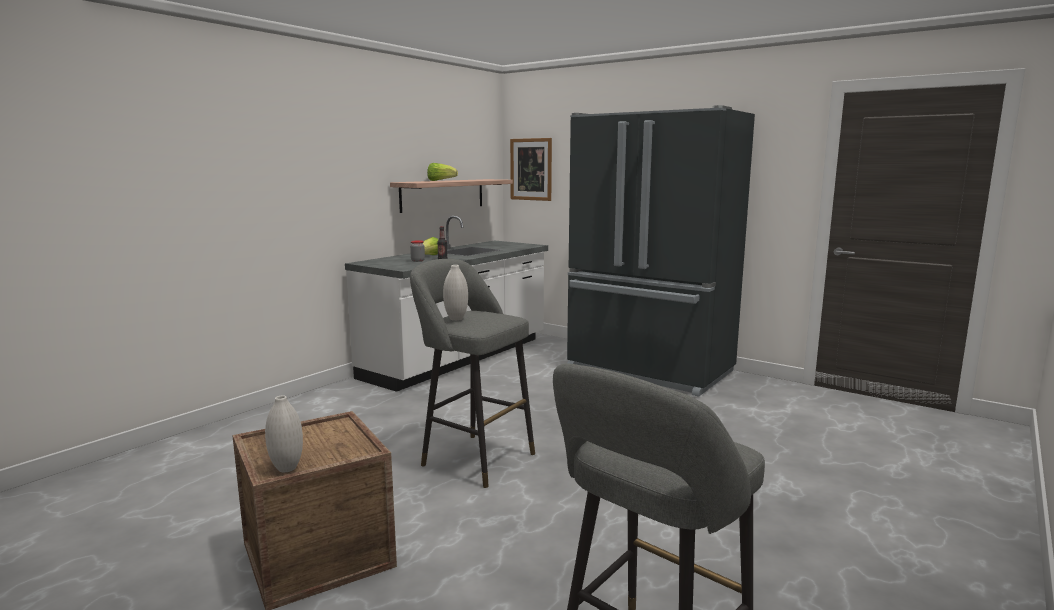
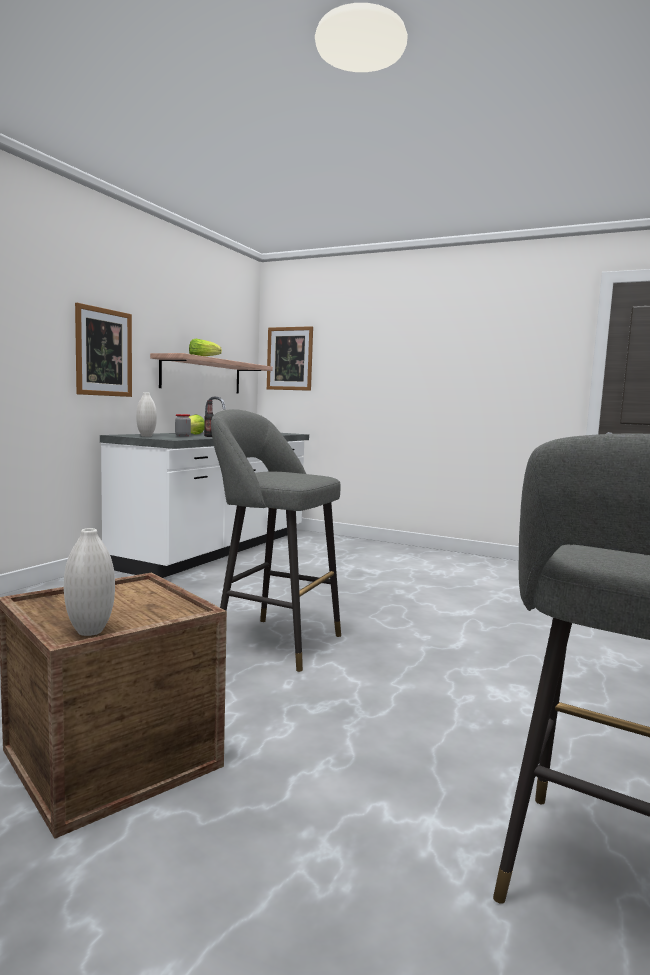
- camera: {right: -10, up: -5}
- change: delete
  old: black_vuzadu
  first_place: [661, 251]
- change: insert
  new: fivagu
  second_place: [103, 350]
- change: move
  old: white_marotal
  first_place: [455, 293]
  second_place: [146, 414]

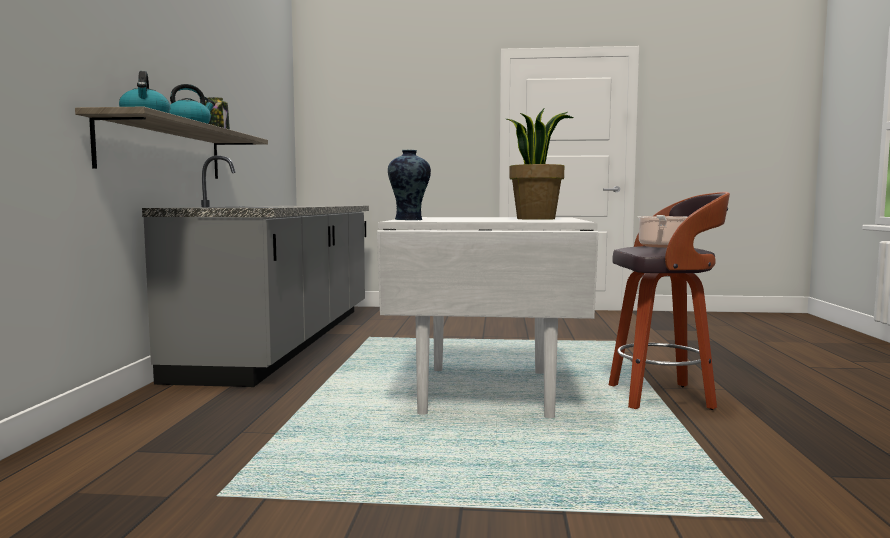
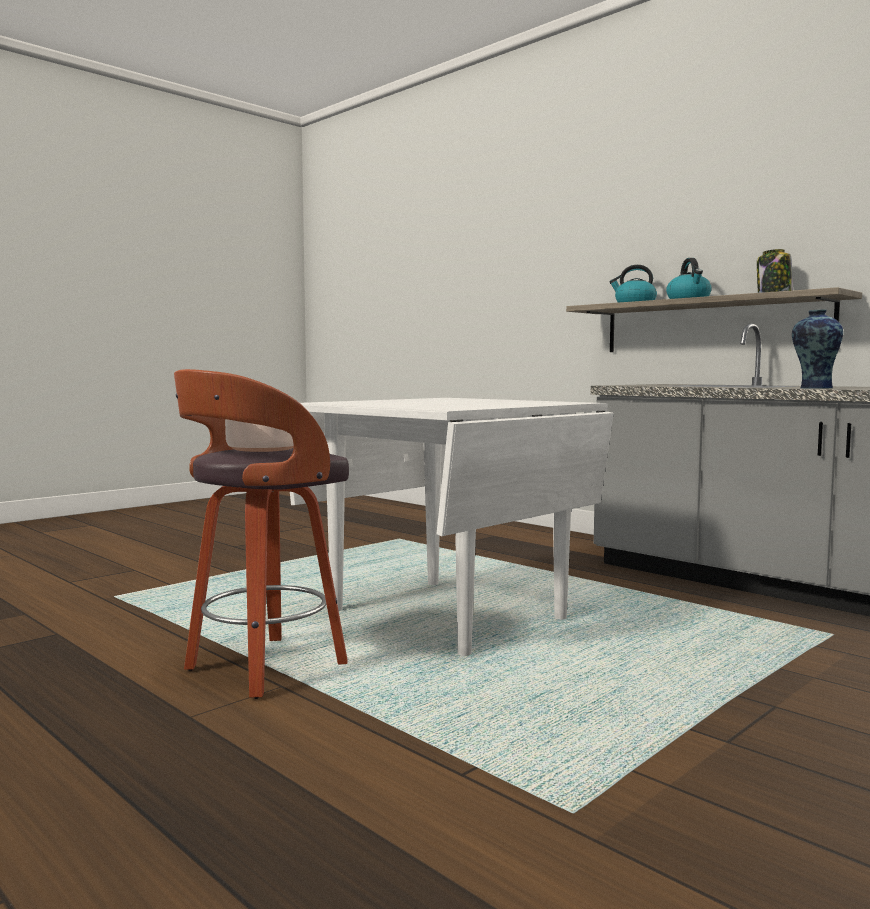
- camera: {right: 130, up: 0}
- change: delete
  old: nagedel
  first_place: [540, 164]
- change: move
  old: marotal
  first_place: [409, 185]
  second_place: [817, 349]

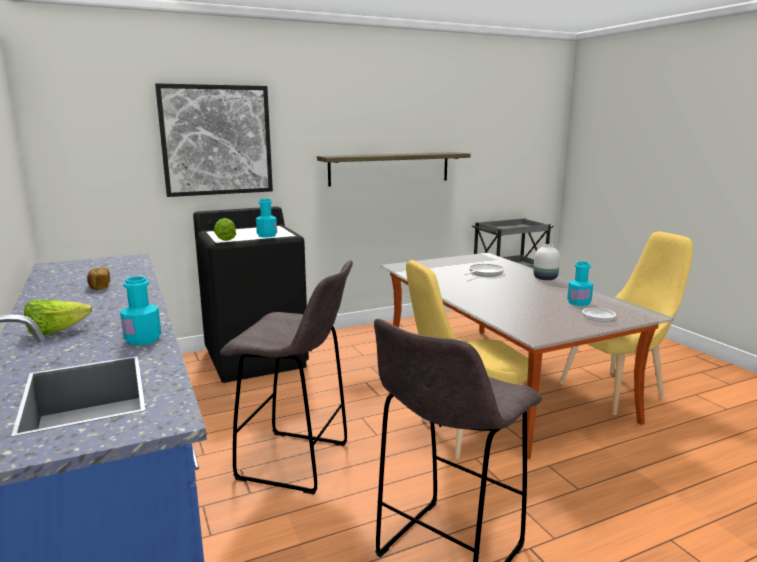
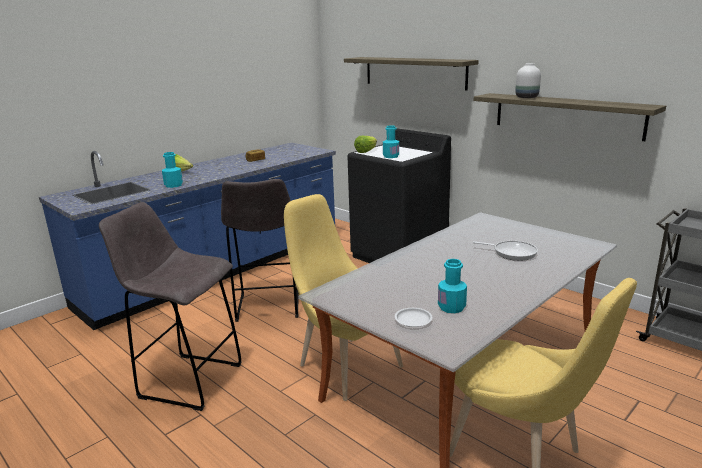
- camera: {right: 70, up: 5}
- change: move
  old: white_marotal
  first_place: [546, 262]
  second_place: [528, 80]
- change: replace
  old: fivagu
  new: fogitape
  first_place: [214, 140]
  second_place: [411, 74]

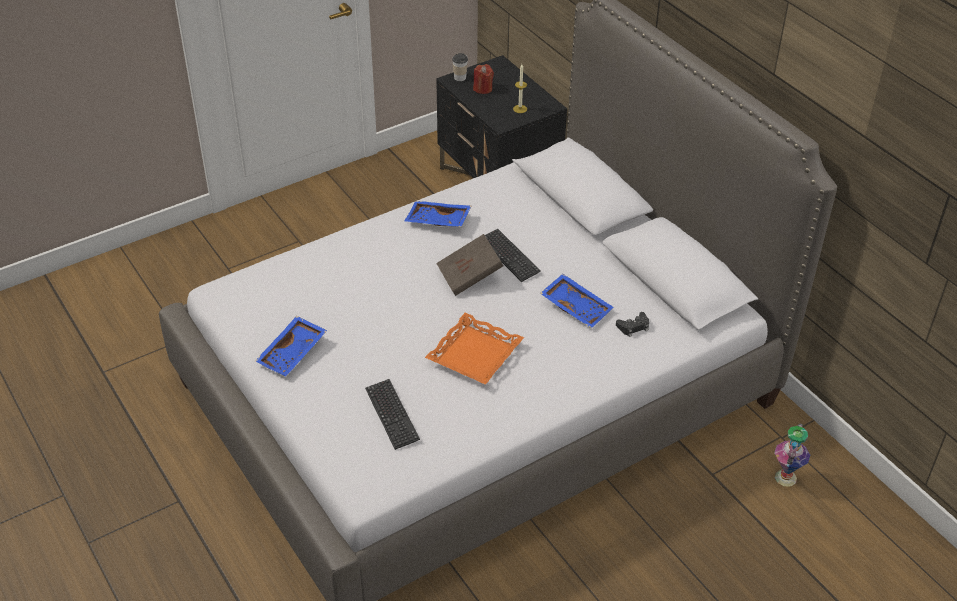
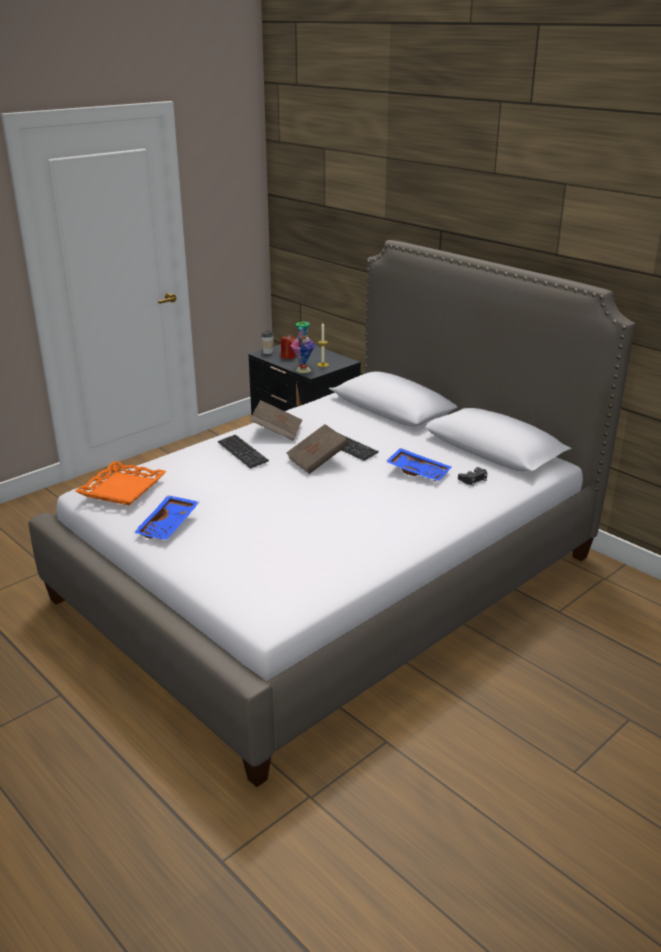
- camera: {right: -10, up: -15}
- change: move
  old: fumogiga
  first_place: [392, 414]
  second_place: [243, 452]
- change: move
  old: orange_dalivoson
  first_place: [474, 349]
  second_place: [120, 483]
- change: move
  old: marotal
  first_place: [792, 455]
  second_place: [303, 347]
- change: replace
  old: blue_dalivoson
  new: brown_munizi
  first_place: [437, 214]
  second_place: [276, 420]

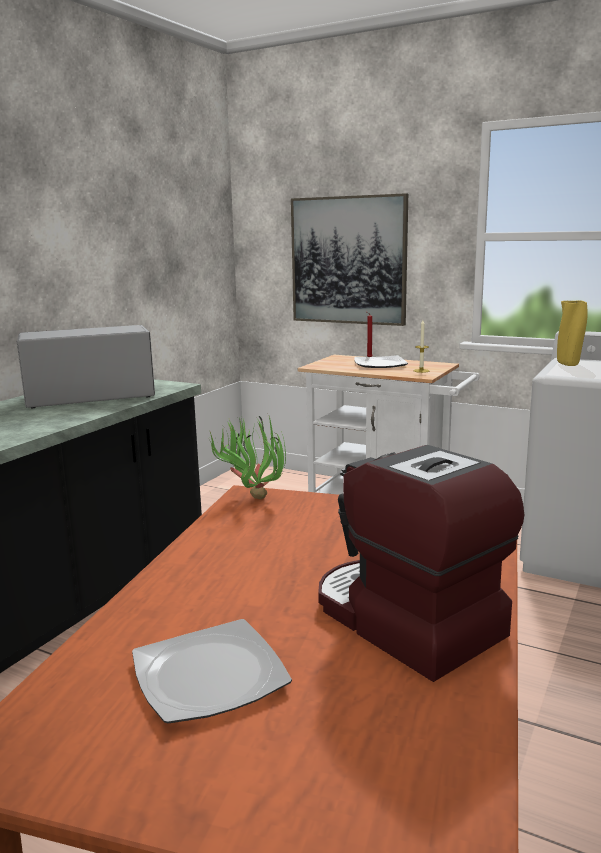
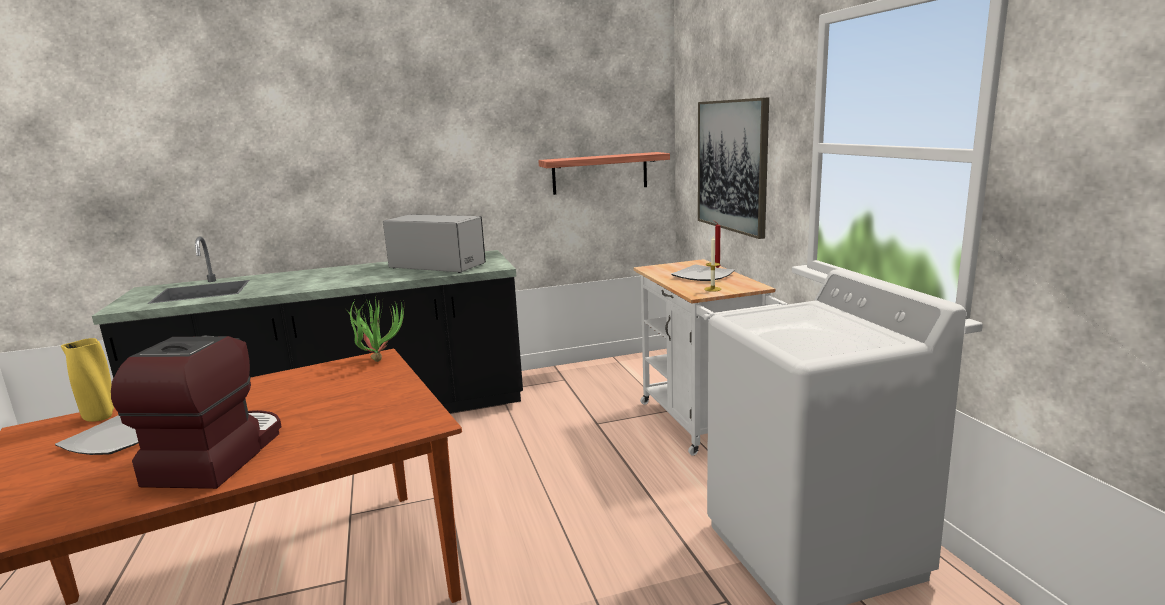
- camera: {right: 45, up: 0}
- change: insert
  new: fogitape
  second_place: [604, 173]
- change: move
  old: yellow_marotal
  first_place: [572, 333]
  second_place: [87, 380]

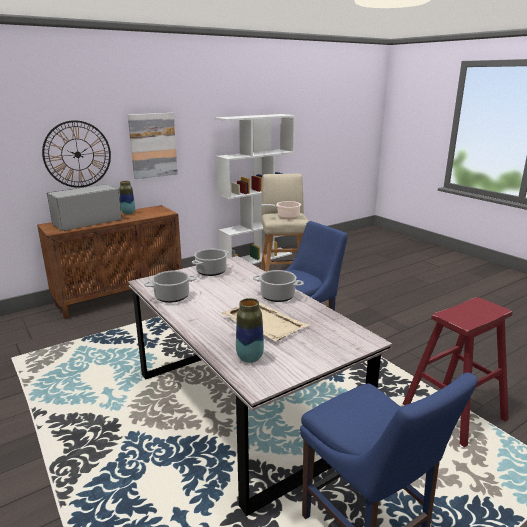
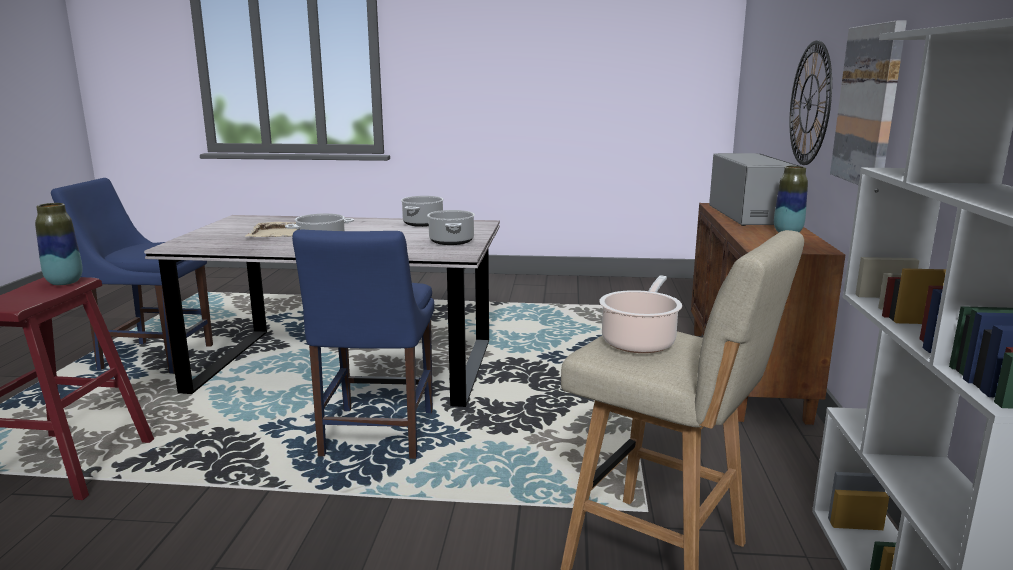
- camera: {right: 130, up: -5}
- change: move
  old: marotal
  first_place: [250, 330]
  second_place: [59, 244]

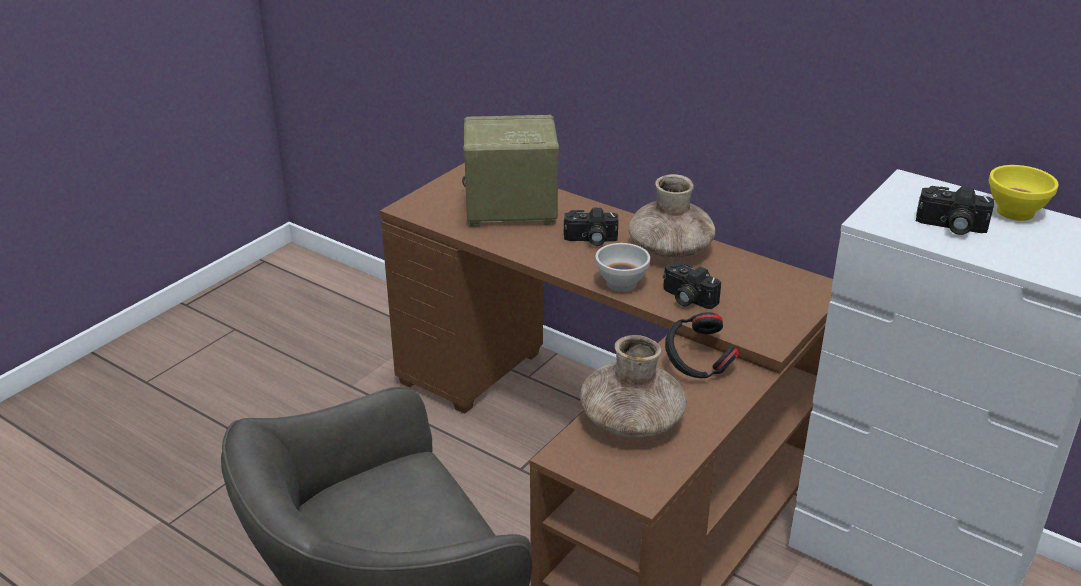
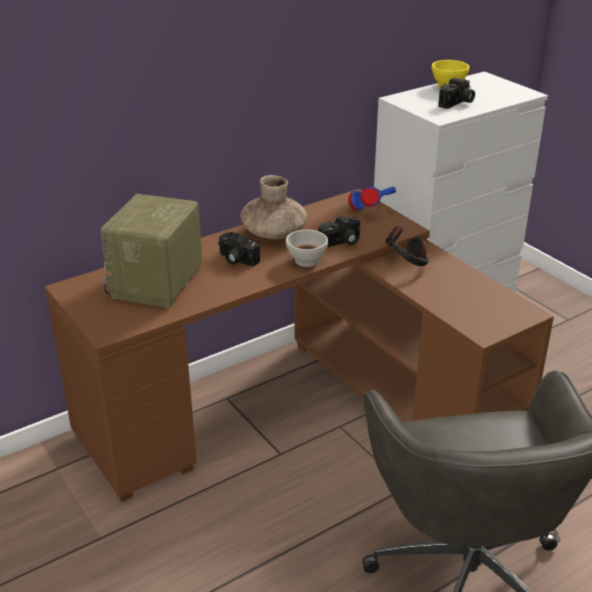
- camera: {right: -70, up: 0}
- change: delete
  old: brown_marotal
  first_place: [633, 386]
- change: insert
  new: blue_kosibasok
  second_place: [372, 198]
- change: rotate
  old: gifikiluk
  first_place: [591, 227]
  second_place: [239, 249]
  degrees: 105

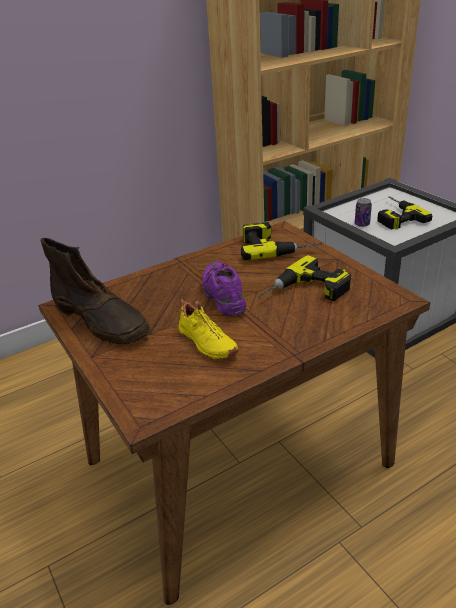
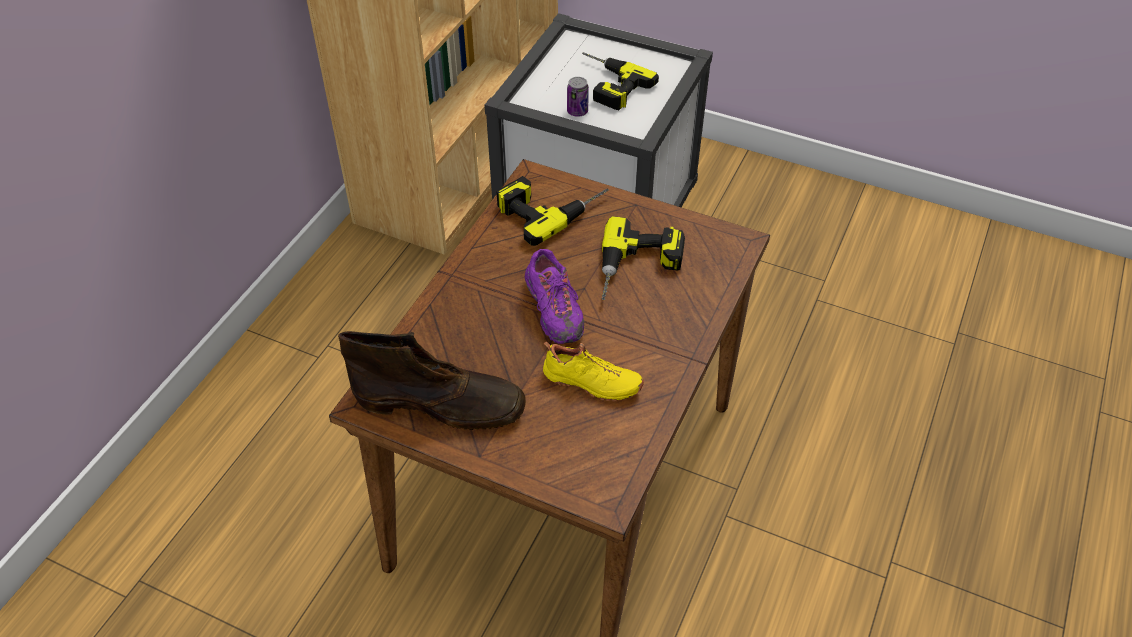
- camera: {right: -35, up: 15}
- change: rotate
  old: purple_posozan
  first_place: [224, 288]
  second_place: [554, 296]
  degrees: -150

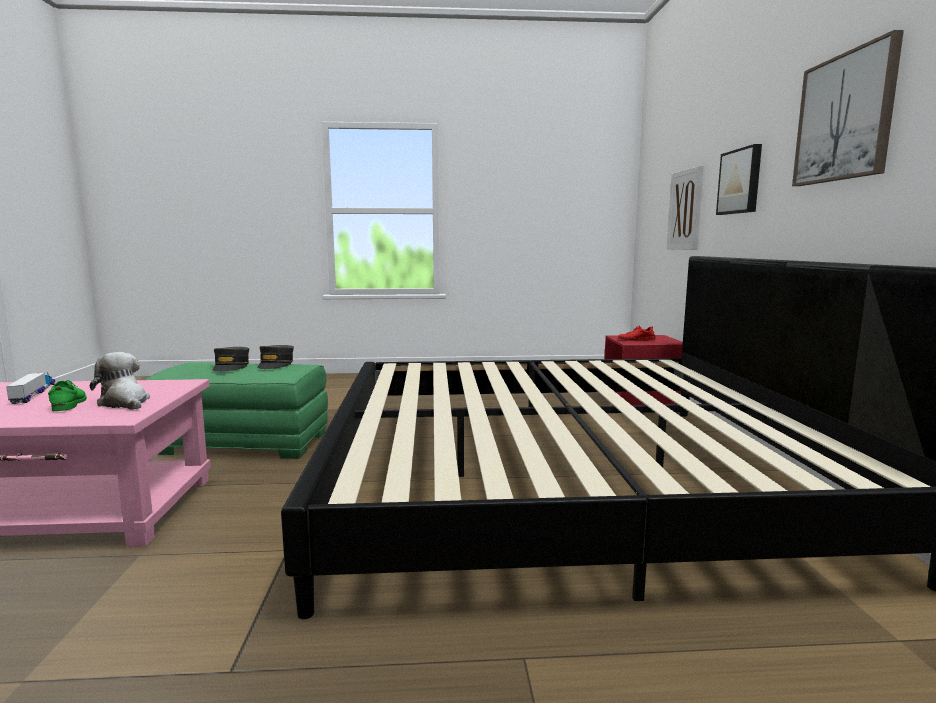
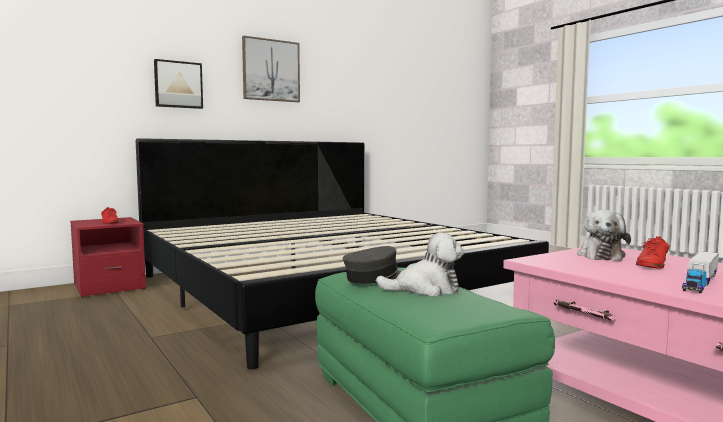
- camera: {right: -120, up: -5}
- change: delete
  old: fivagu
  first_place: [685, 207]
- change: replace
  old: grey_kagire
  new: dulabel
  first_place: [230, 359]
  second_place: [420, 264]
- change: recolor
  old: green_posozan
  new: red_posozan
  first_place: [67, 395]
  second_place: [653, 252]

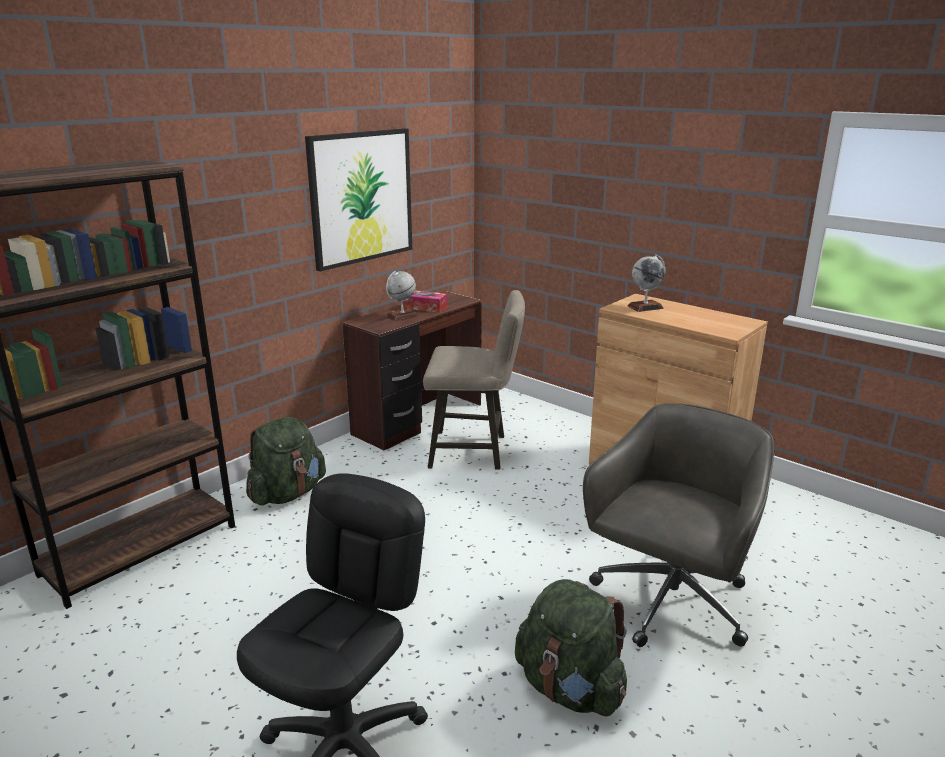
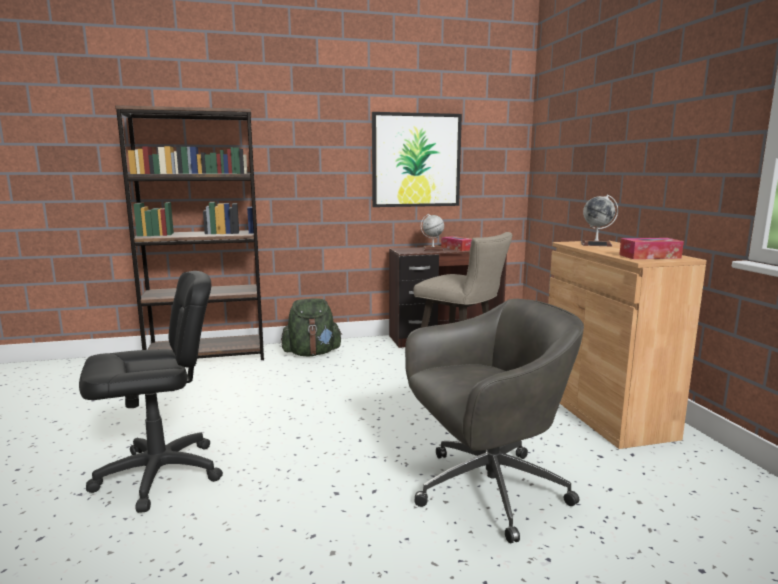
- camera: {right: 35, up: -10}
- change: delete
  old: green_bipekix
  first_place: [571, 648]
- change: insert
  new: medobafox
  second_place: [651, 248]

